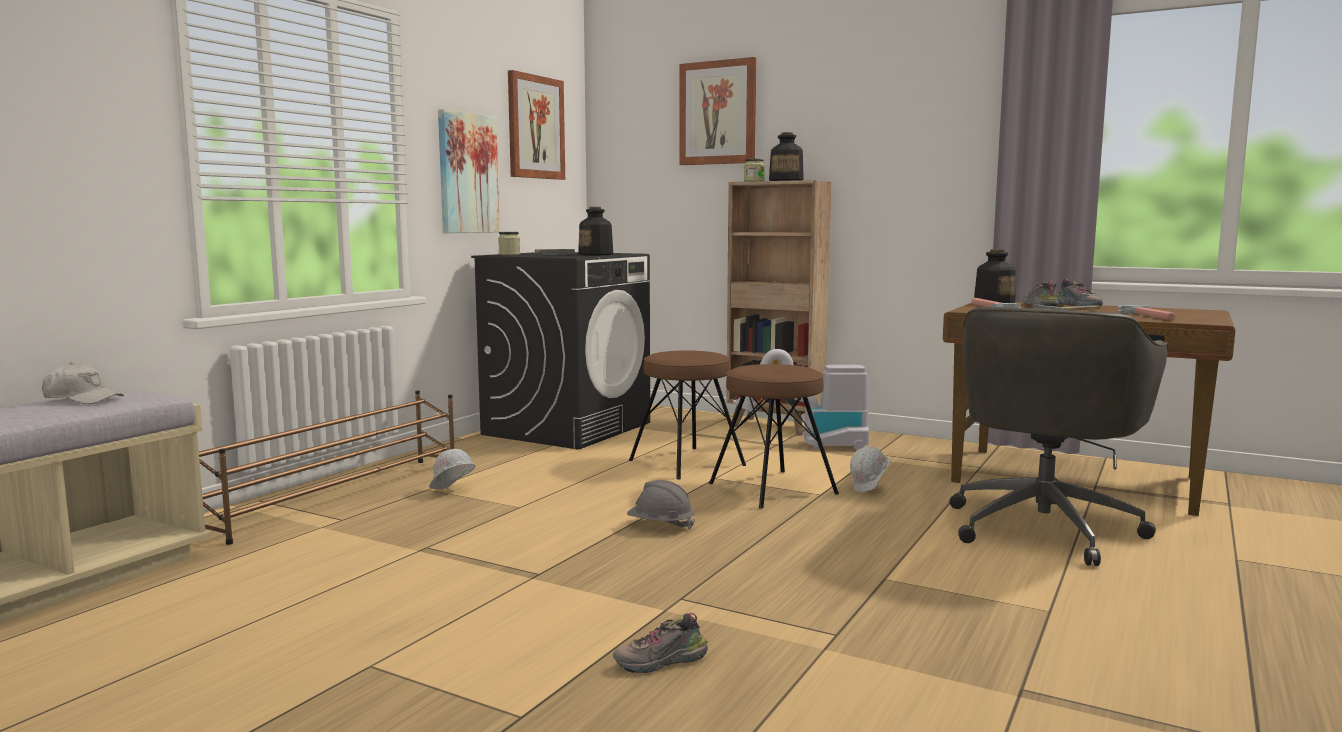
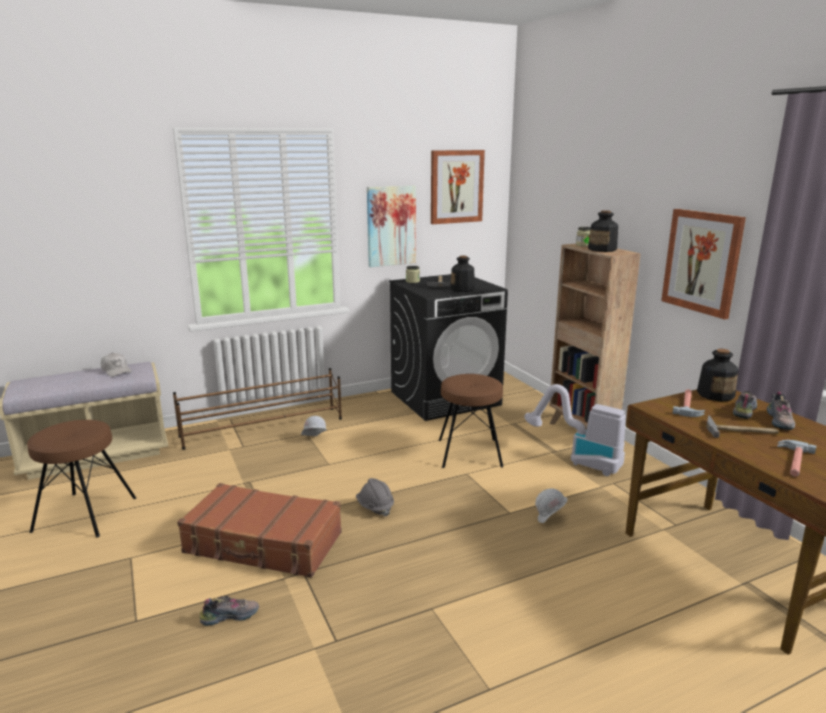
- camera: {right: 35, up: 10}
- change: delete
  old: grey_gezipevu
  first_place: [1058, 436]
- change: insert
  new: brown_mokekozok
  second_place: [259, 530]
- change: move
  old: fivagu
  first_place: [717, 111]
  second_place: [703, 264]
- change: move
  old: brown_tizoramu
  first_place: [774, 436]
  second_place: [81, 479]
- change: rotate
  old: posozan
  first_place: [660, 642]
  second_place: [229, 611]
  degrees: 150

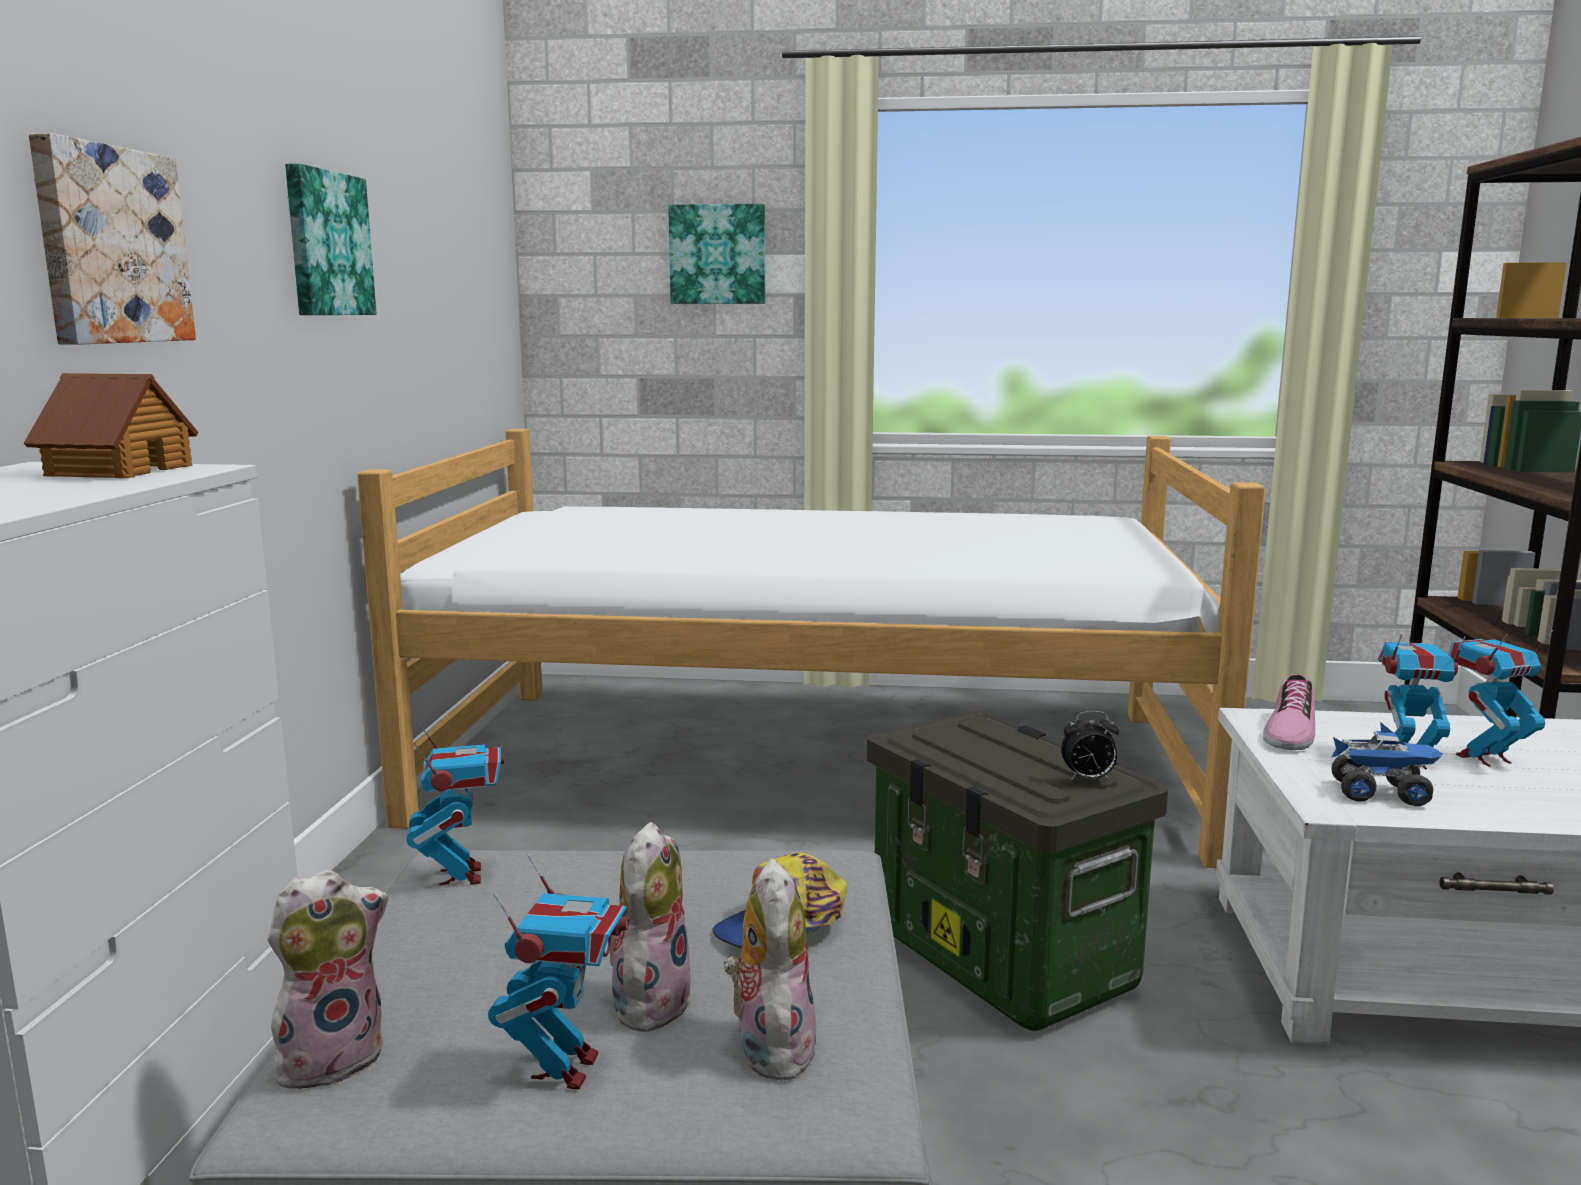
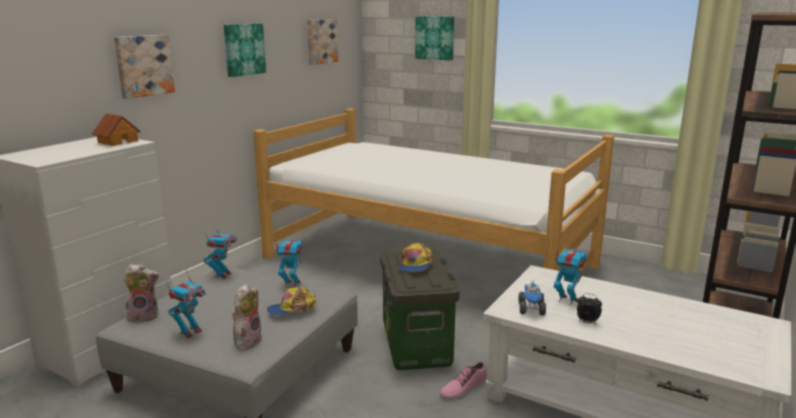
- camera: {right: 25, up: 5}
- change: delete
  old: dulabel
  first_place: [651, 928]
- change: insert
  new: fivagu
  second_place: [322, 42]
- change: insert
  new: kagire
  second_place: [415, 257]
- change: move
  old: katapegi
  first_place: [1090, 745]
  second_place: [589, 308]
- change: move
  old: posozan
  first_place: [1289, 711]
  second_place: [463, 381]
- change: move
  old: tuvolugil
  first_place: [1501, 698]
  second_place: [289, 263]
- change: rotate
  old: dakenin
  first_place: [1387, 764]
  second_place: [532, 298]
  degrees: 60

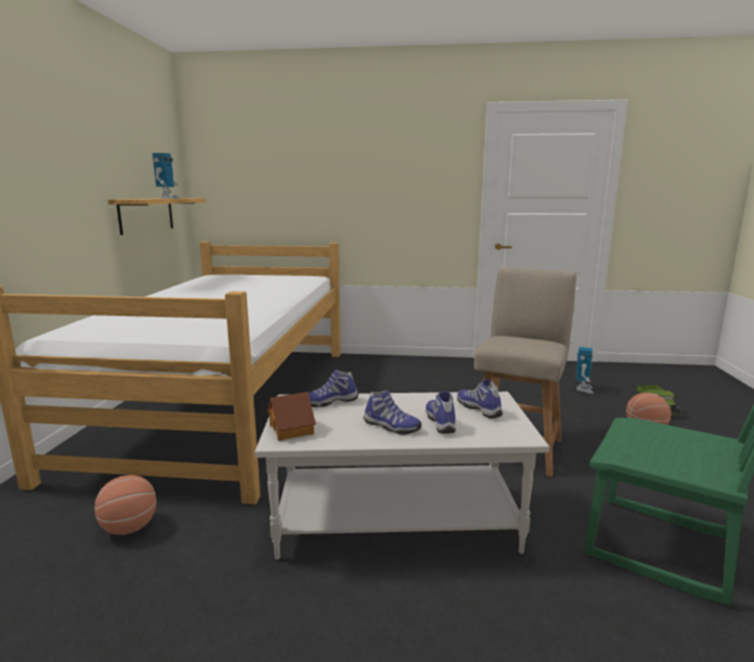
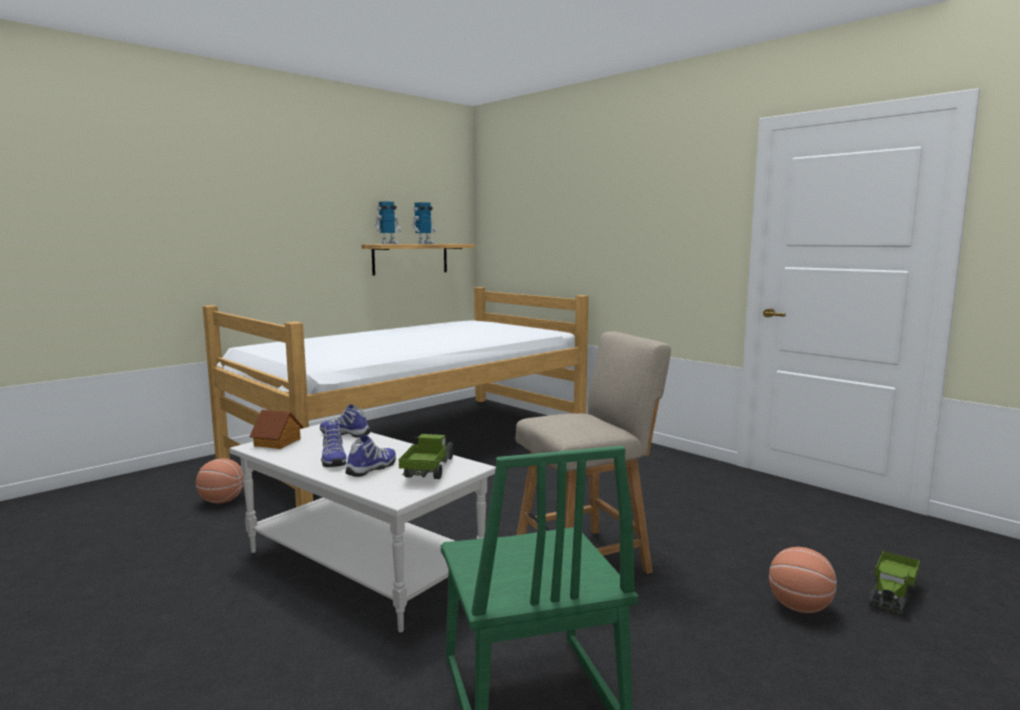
- camera: {right: 40, up: -5}
- change: move
  old: tuvolugil
  first_place: [584, 370]
  second_place: [388, 222]
- change: replace
  old: posozan
  new: dakenin
  first_place: [480, 399]
  second_place: [426, 456]

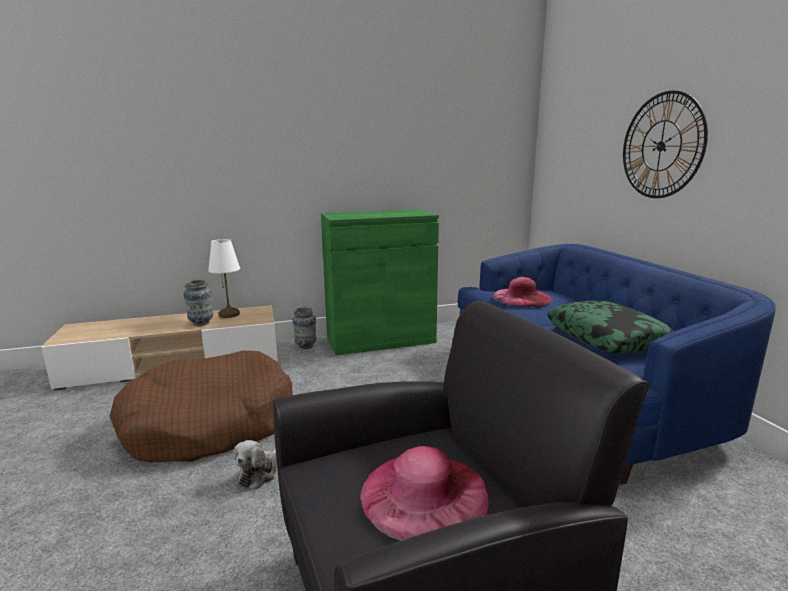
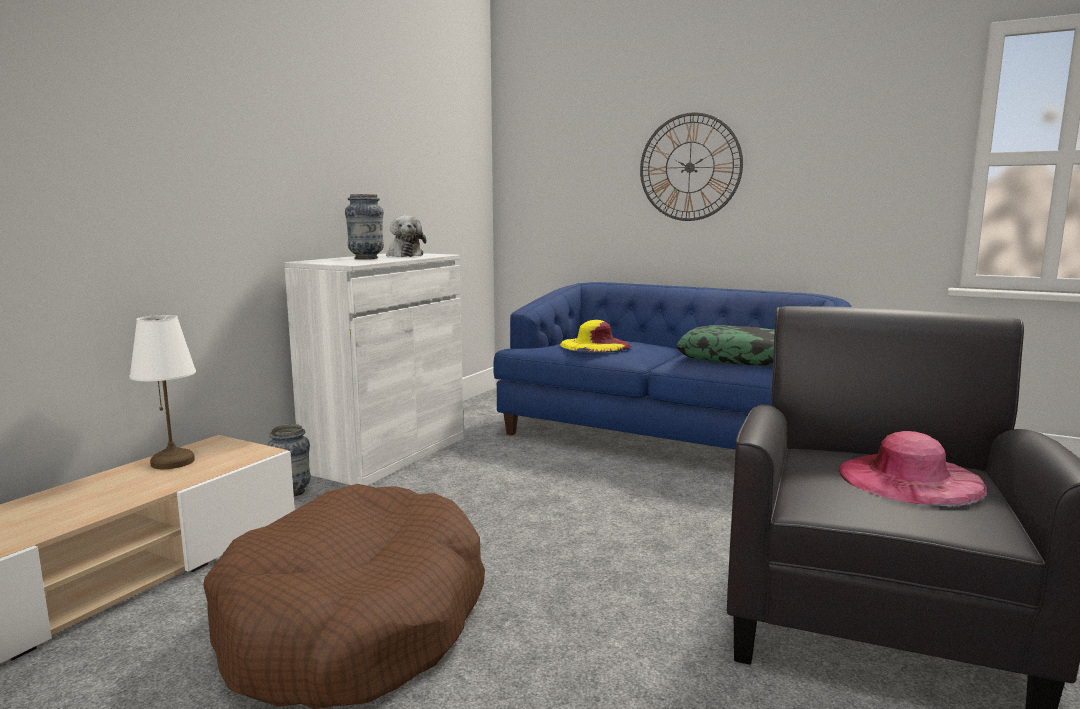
- camera: {right: -45, up: -5}
- change: move
  old: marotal
  first_place: [198, 303]
  second_place: [364, 226]
- change: move
  old: dulabel
  first_place: [255, 464]
  second_place: [406, 236]
- change: recolor
  old: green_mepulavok
  new: white_mepulavok
  first_place: [380, 282]
  second_place: [374, 369]
- change: recolor
  old: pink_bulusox
  new: yellow_bulusox
  first_place: [523, 292]
  second_place: [596, 336]

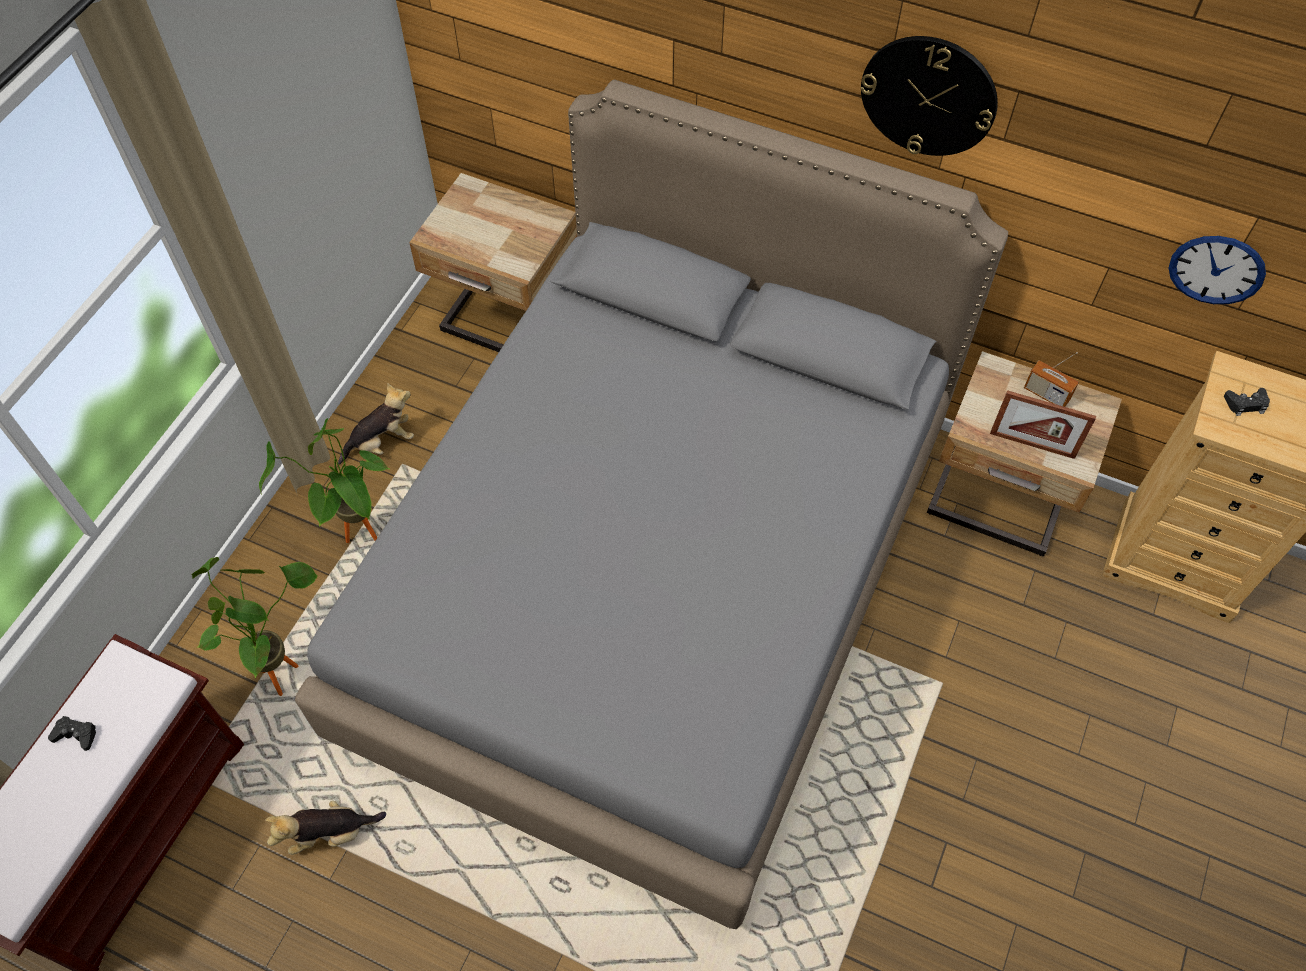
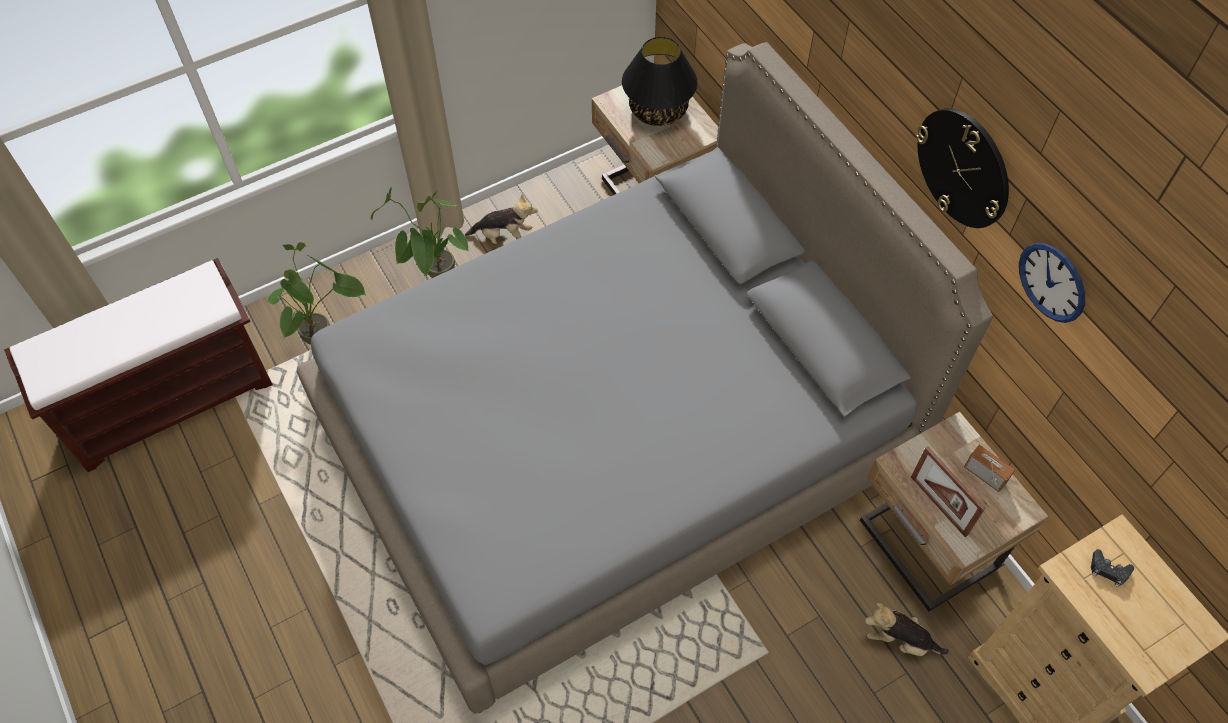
- camera: {right: 35, up: 0}
- change: delete
  old: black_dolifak
  first_place: [72, 733]
- change: insert
  new: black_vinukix
  second_place: [660, 81]
- change: move
  old: dulabel
  first_place: [325, 827]
  second_place: [907, 629]
- change: move
  old: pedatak
  first_place: [1217, 270]
  second_place: [1052, 283]
- change: rotate
  old: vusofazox
  first_place: [1051, 379]
  second_place: [989, 468]
  degrees: 150

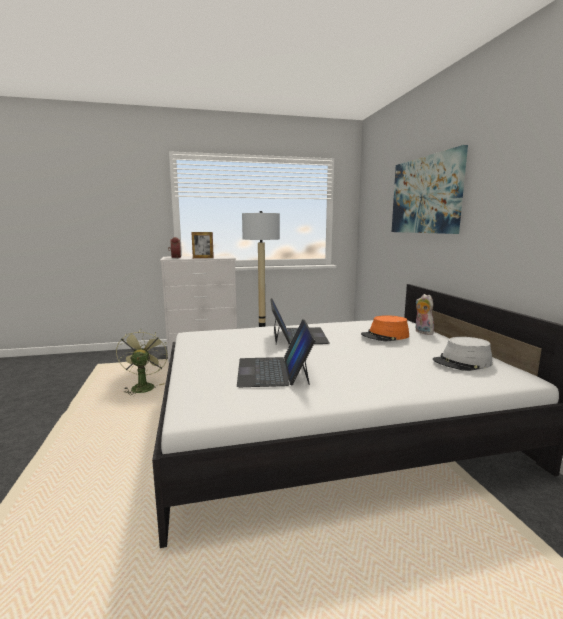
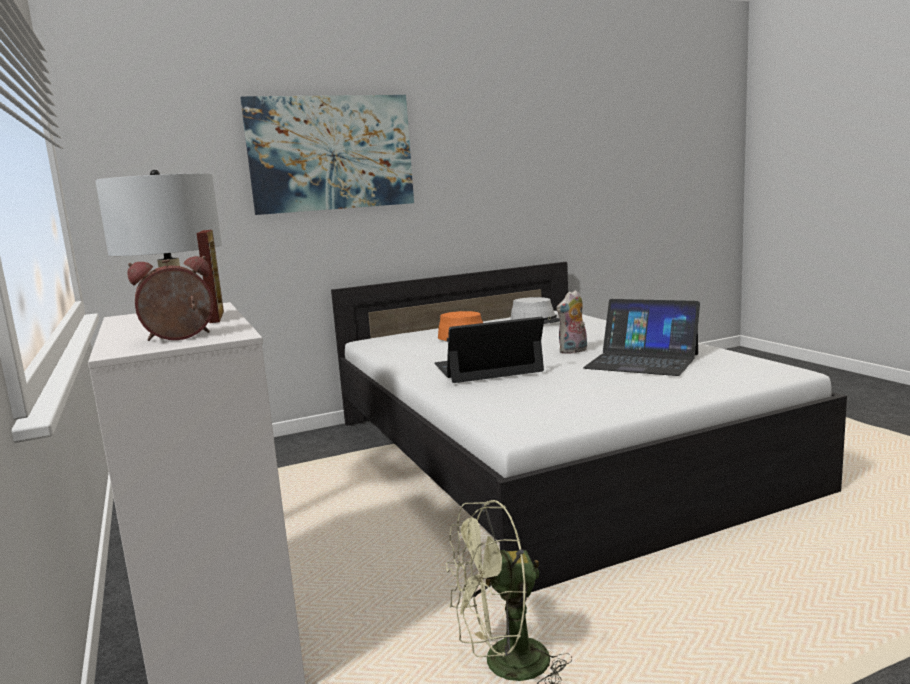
- camera: {right: -100, up: 0}
- change: move
  old: dulabel
  first_place: [424, 314]
  second_place: [571, 322]
- change: rotate
  old: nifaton
  first_place: [276, 353]
  second_place: [641, 337]
  degrees: 45

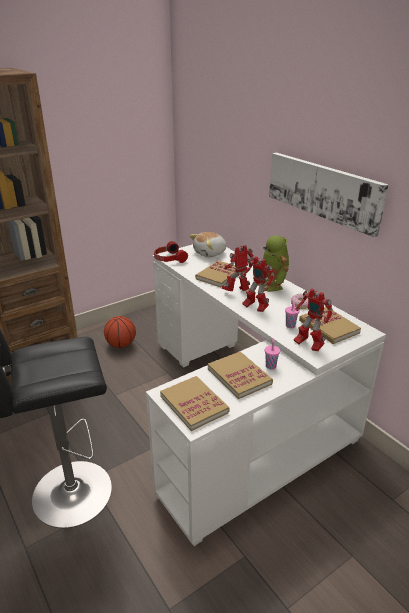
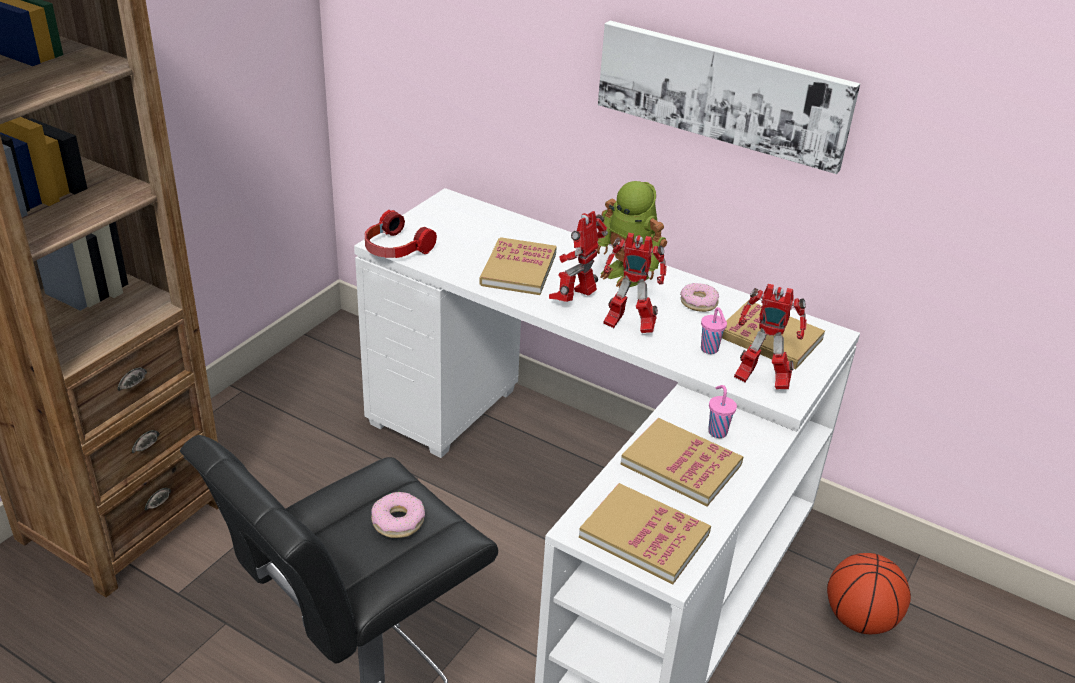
- camera: {right: -25, up: 5}
- change: delete
  old: dulabel
  first_place: [207, 244]
- change: insert
  new: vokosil
  second_place: [398, 515]
- change: move
  old: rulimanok
  first_place: [120, 332]
  second_place: [869, 593]

